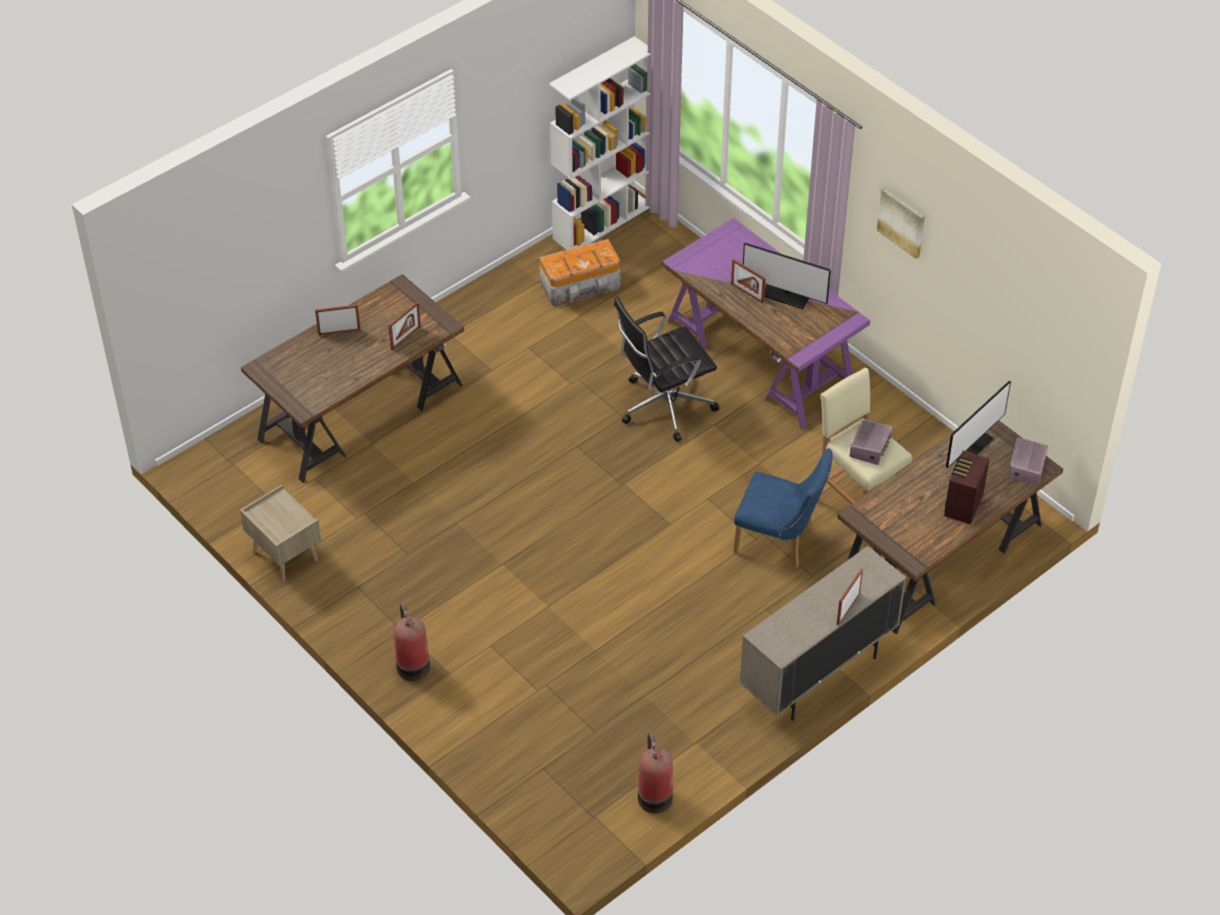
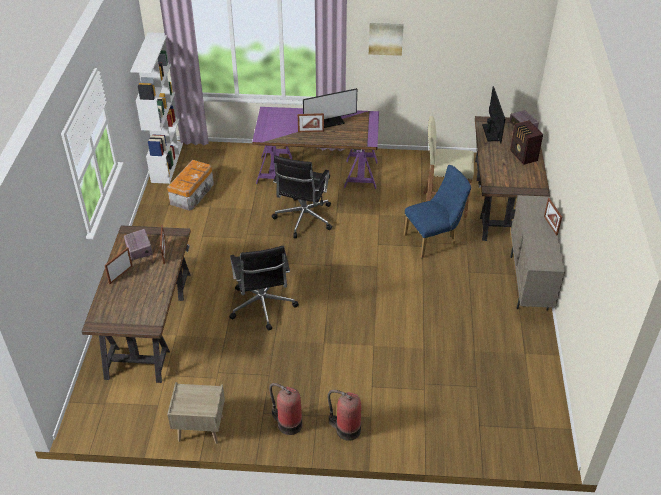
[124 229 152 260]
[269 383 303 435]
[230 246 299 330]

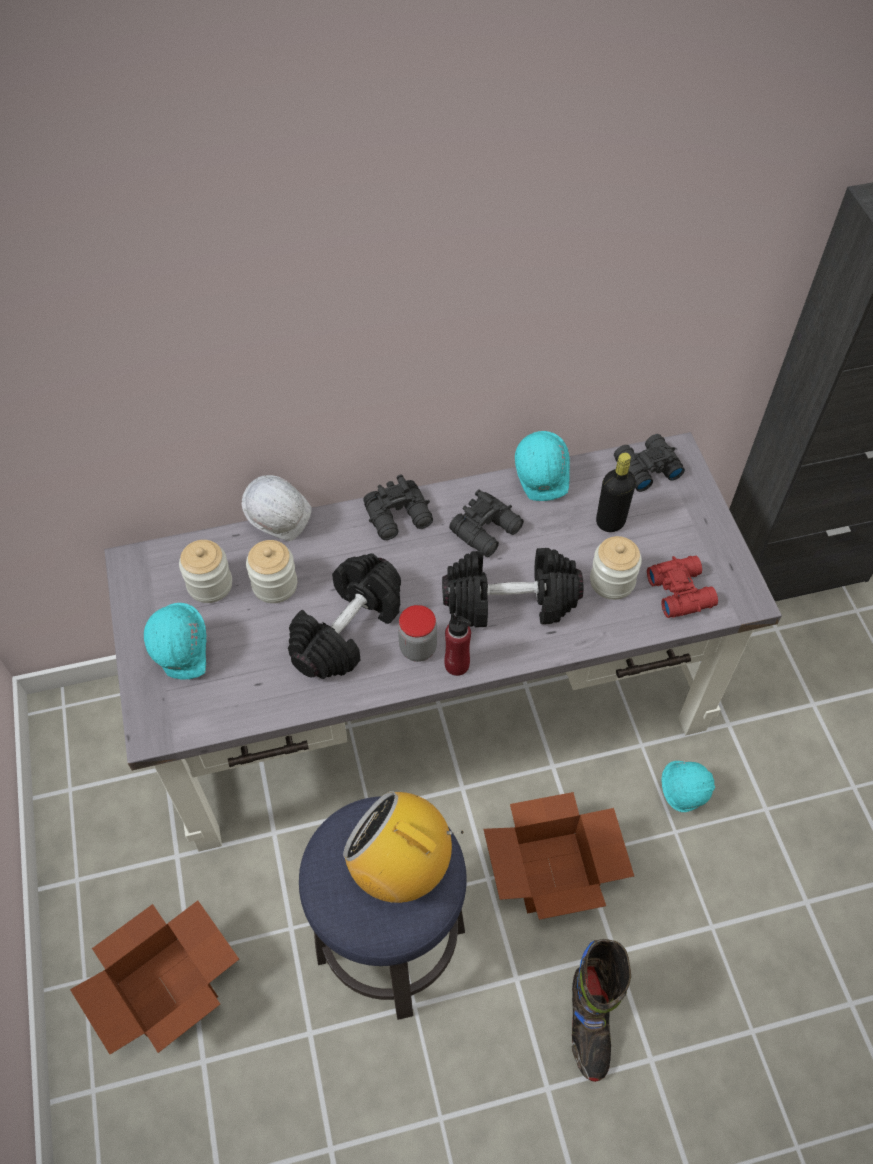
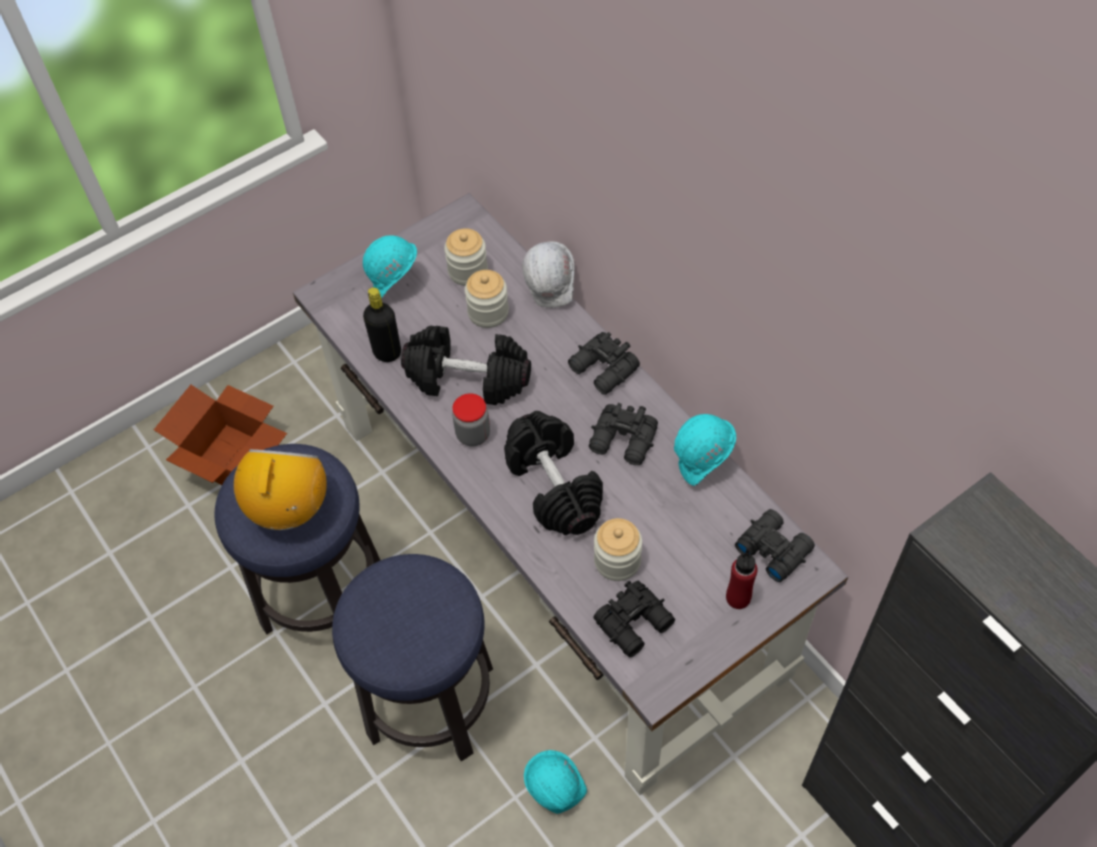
[363 287 401 362]
[593 581 675 657]
[726 548 758 609]
[332 554 493 761]
[572 939 631 1082] (first image)

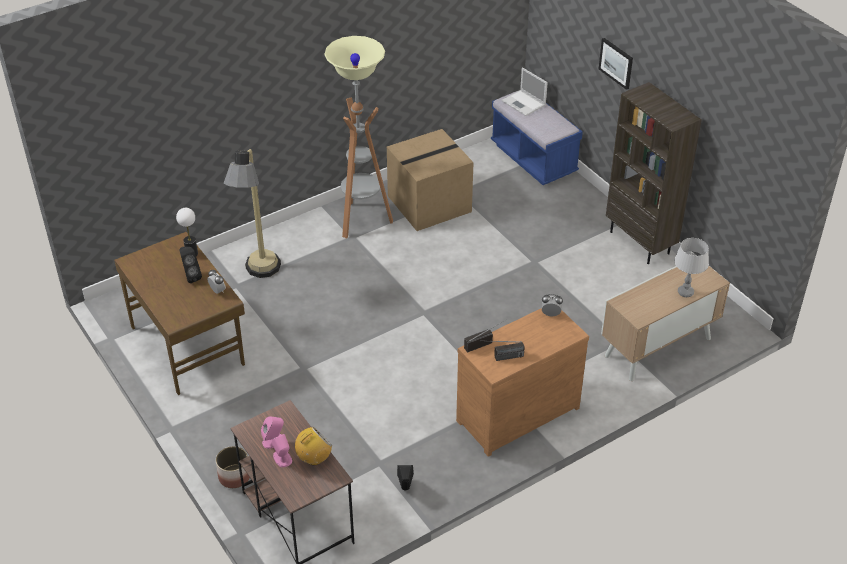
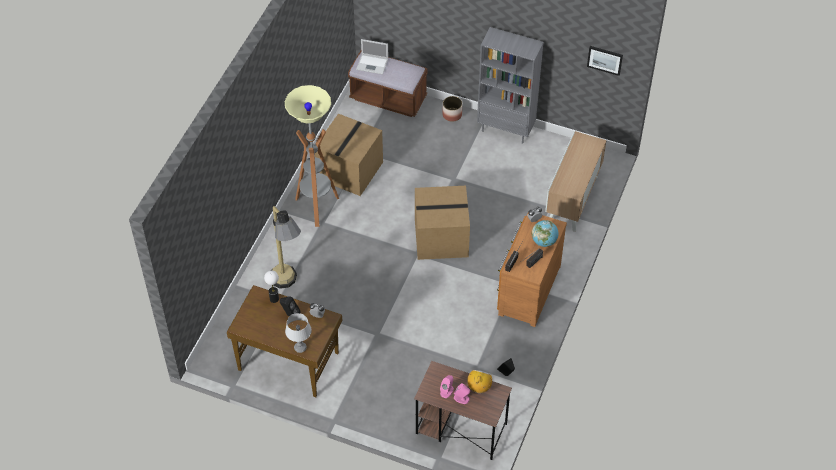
[587 46 623 76]
[477 27 544 144]
[348 50 428 117]
[285 313 312 353]
[442 96 462 122]
[415 186 470 260]
[532 220 559 247]

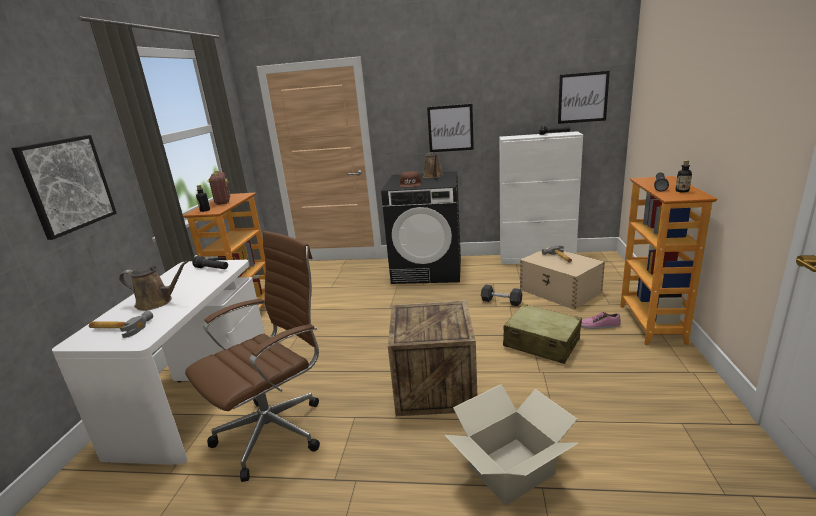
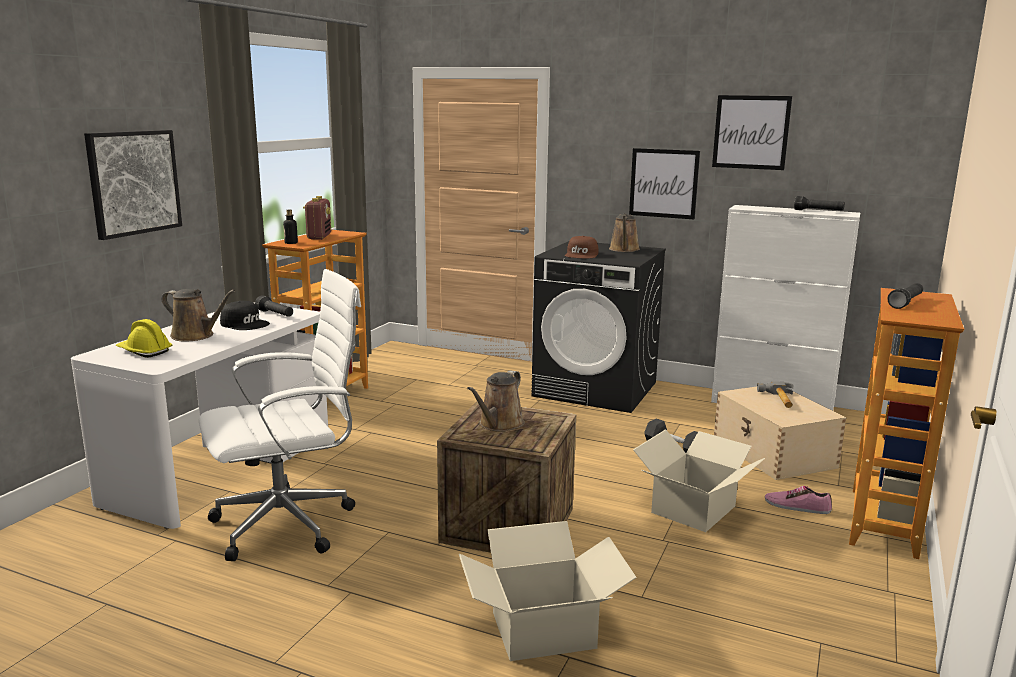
[712 95 792 170]
[676 160 692 193] (first image)
[199 269 361 561]
[633 430 765 532]
[116 319 173 358]
[220 301 270 330]
[467 370 525 432]

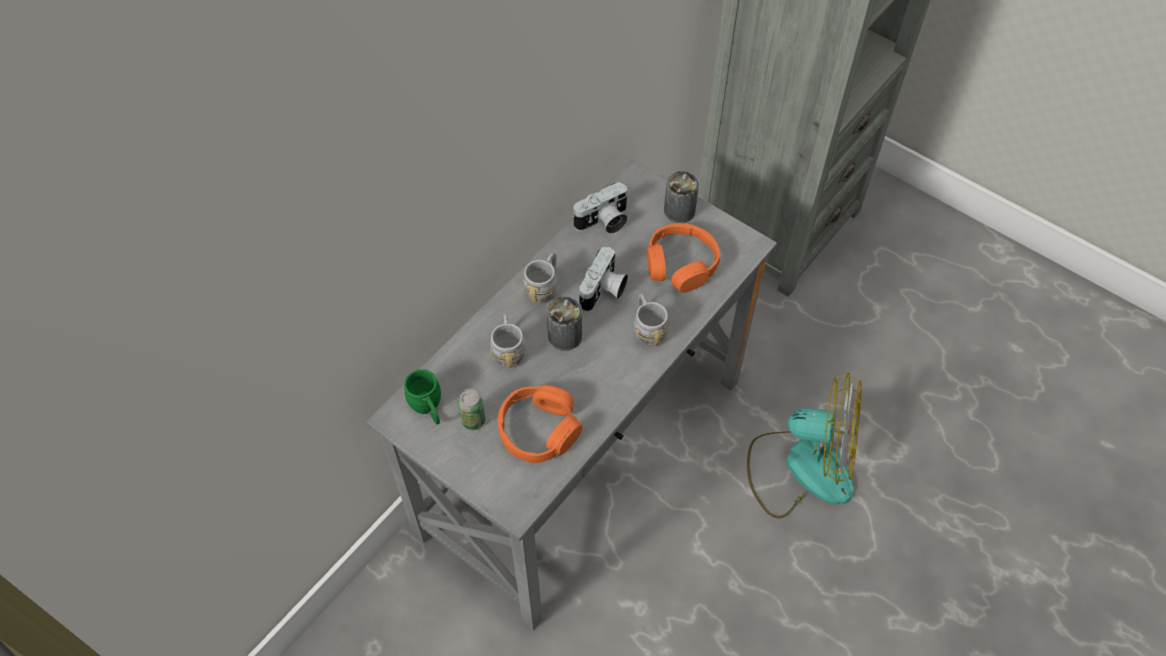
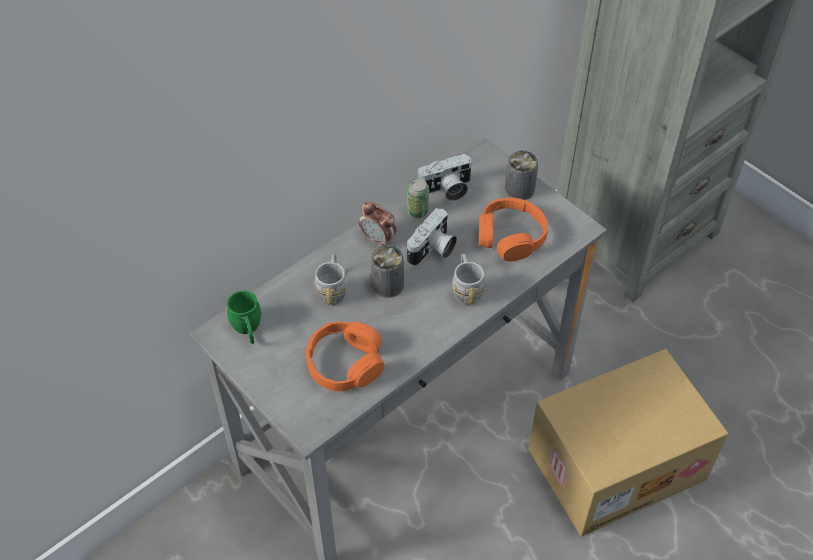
[359 202 397 246]
[528 349 728 537]
[407 178 429 218]

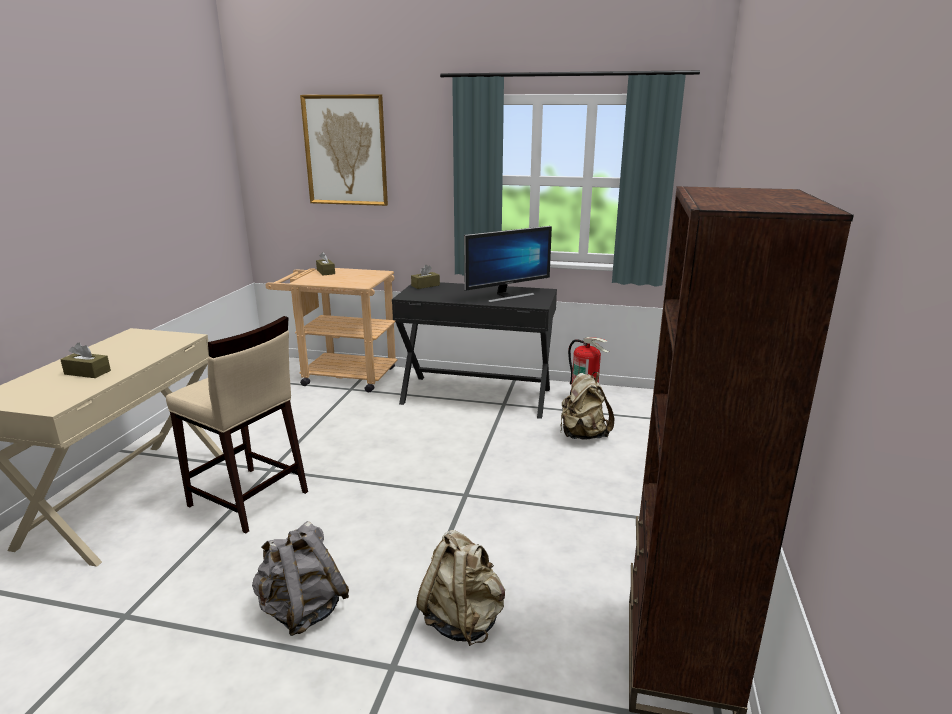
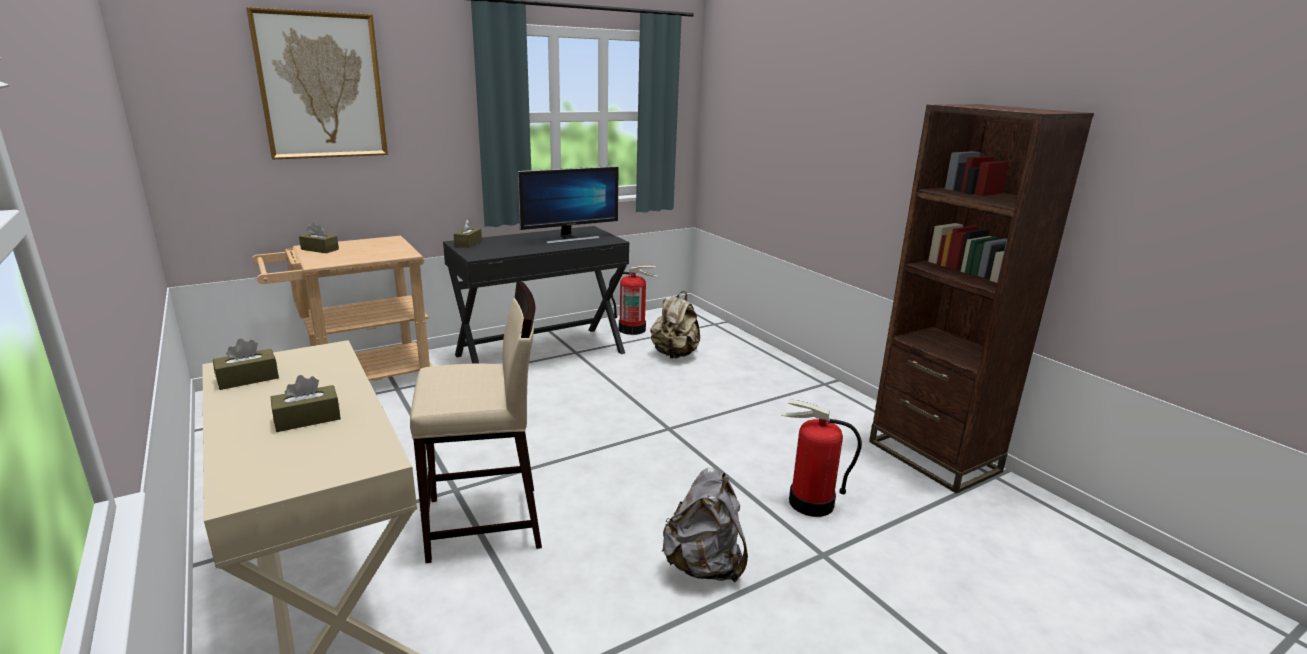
[517 166 619 244]
[781 399 862 517]
[213 339 279 390]

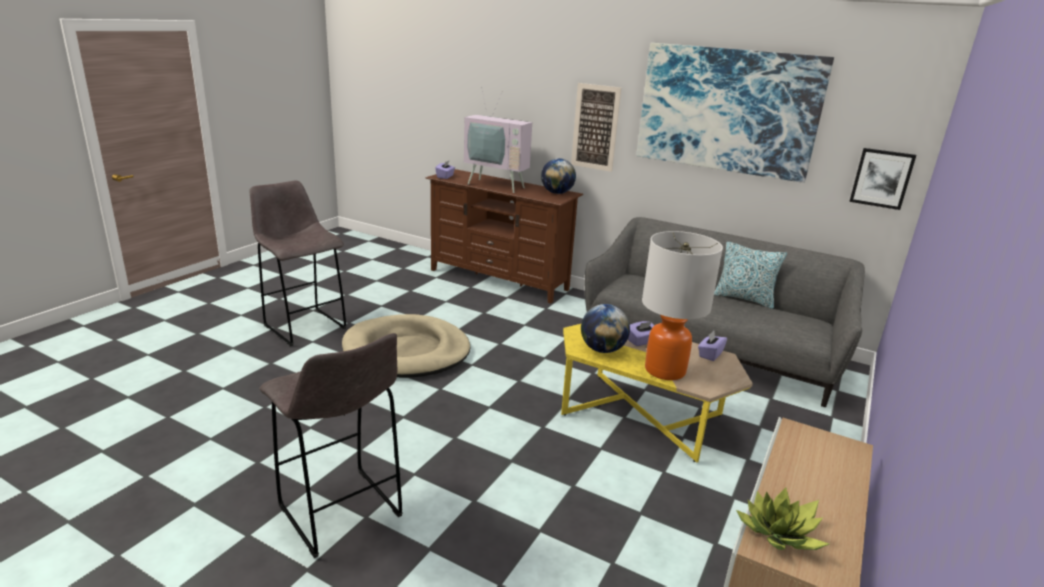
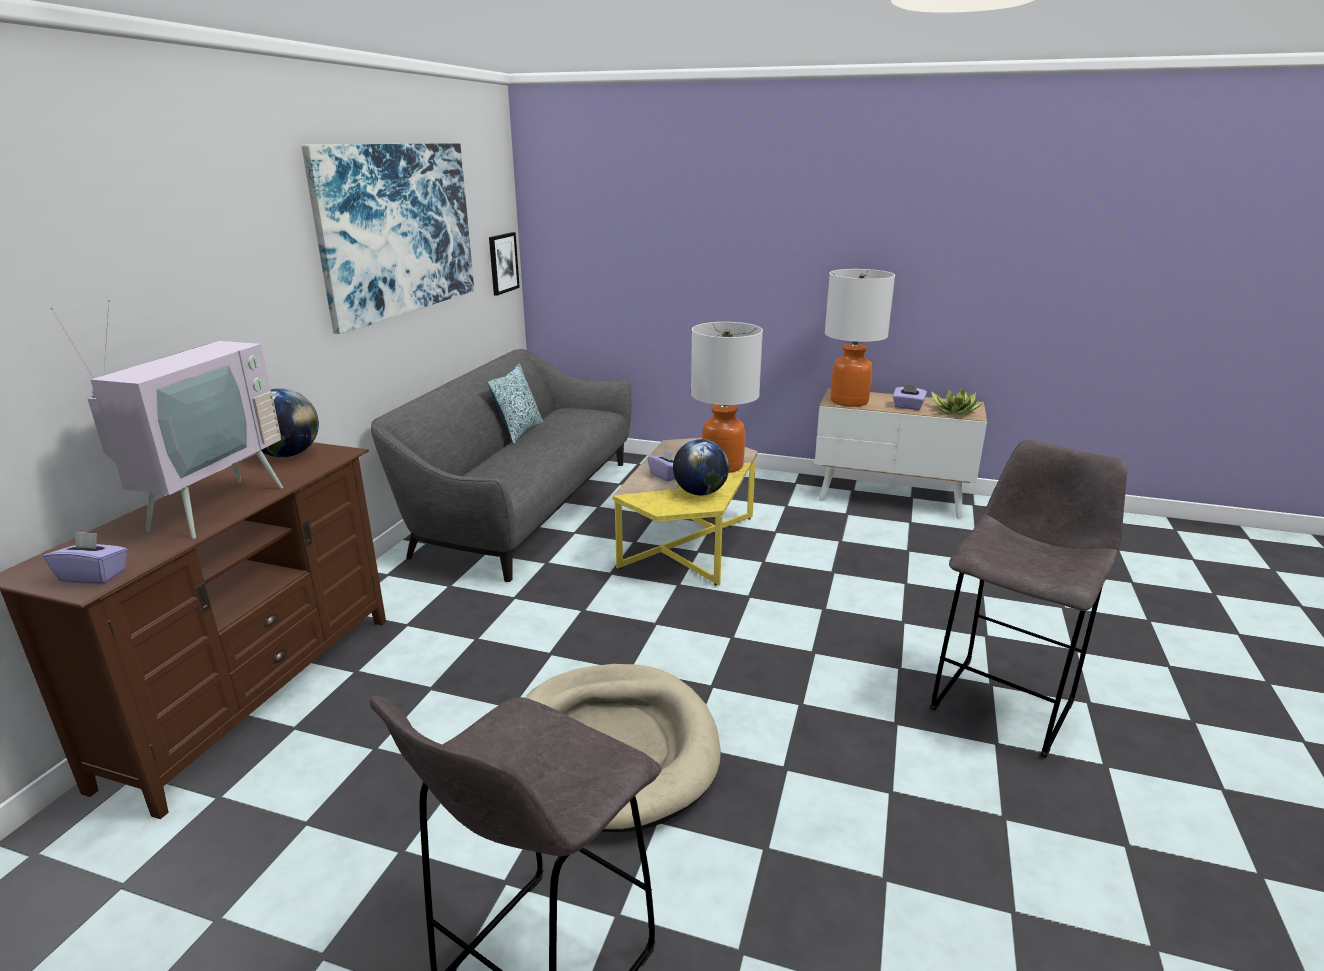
[571 83 621 172] (first image)
[893 384 927 410]
[825 269 895 407]

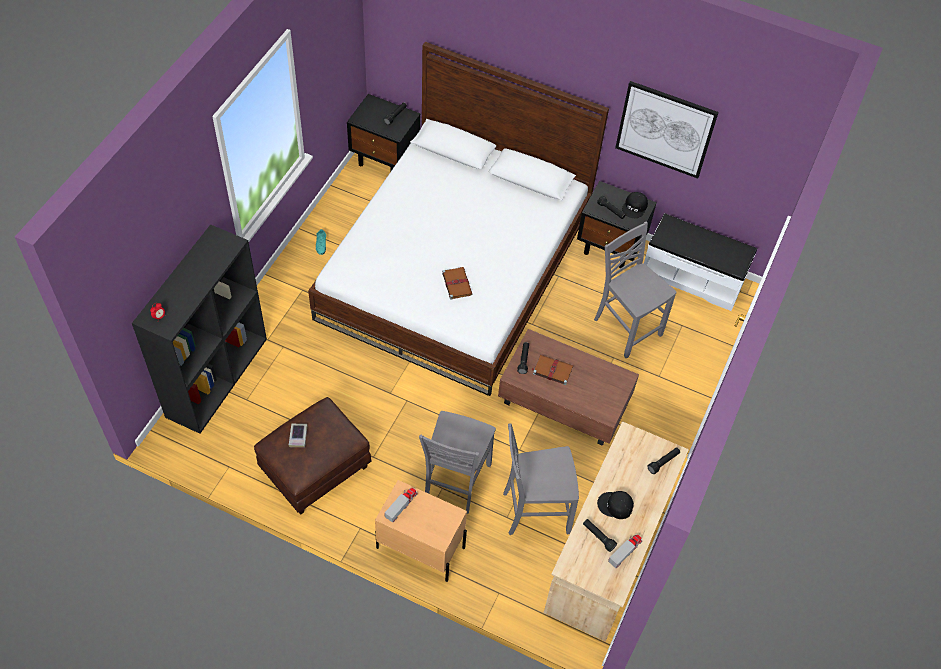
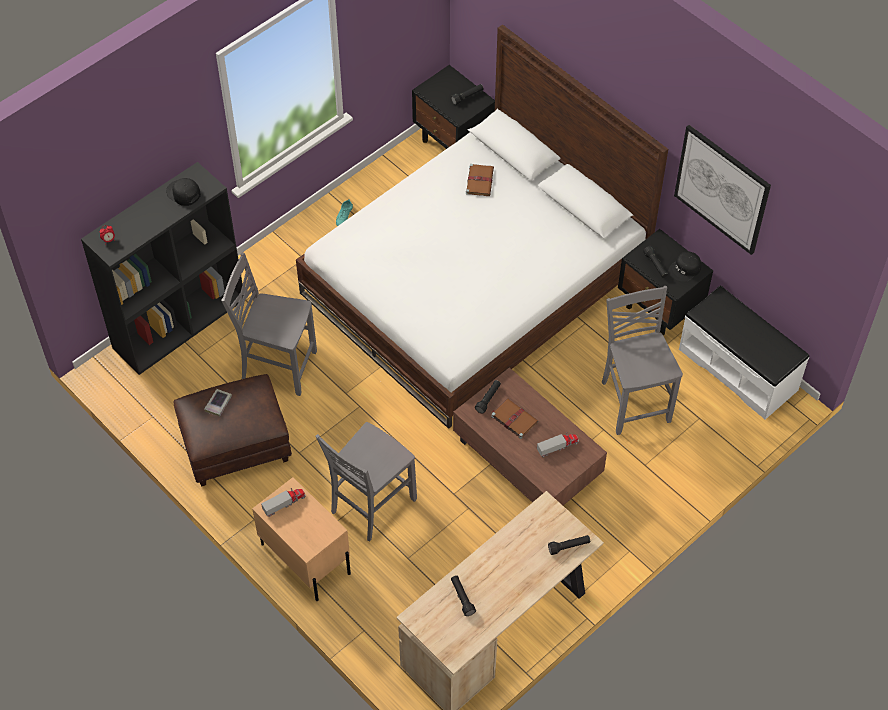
[466 164 494 196]
[222 252 317 396]
[166 178 201 206]
[537 432 579 457]

